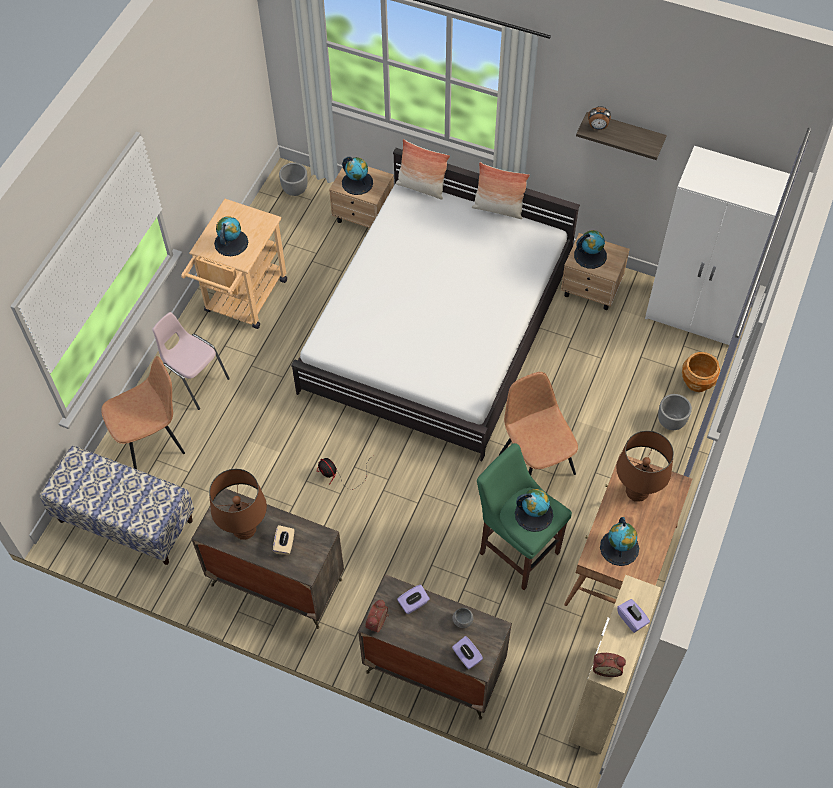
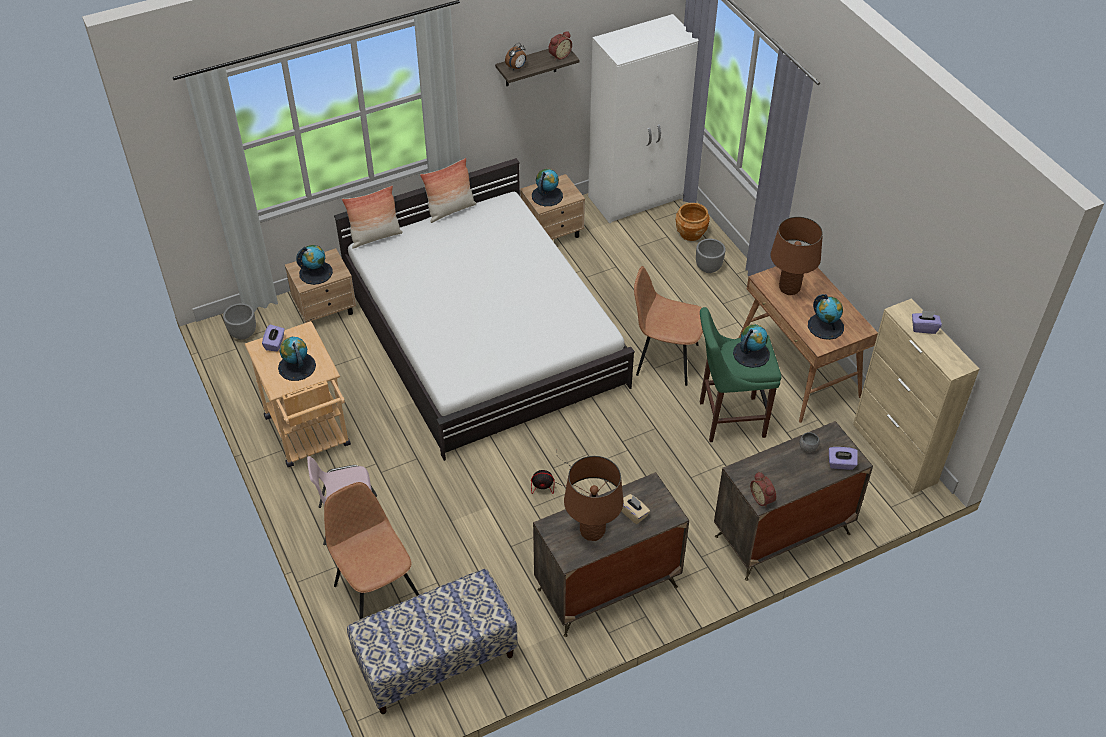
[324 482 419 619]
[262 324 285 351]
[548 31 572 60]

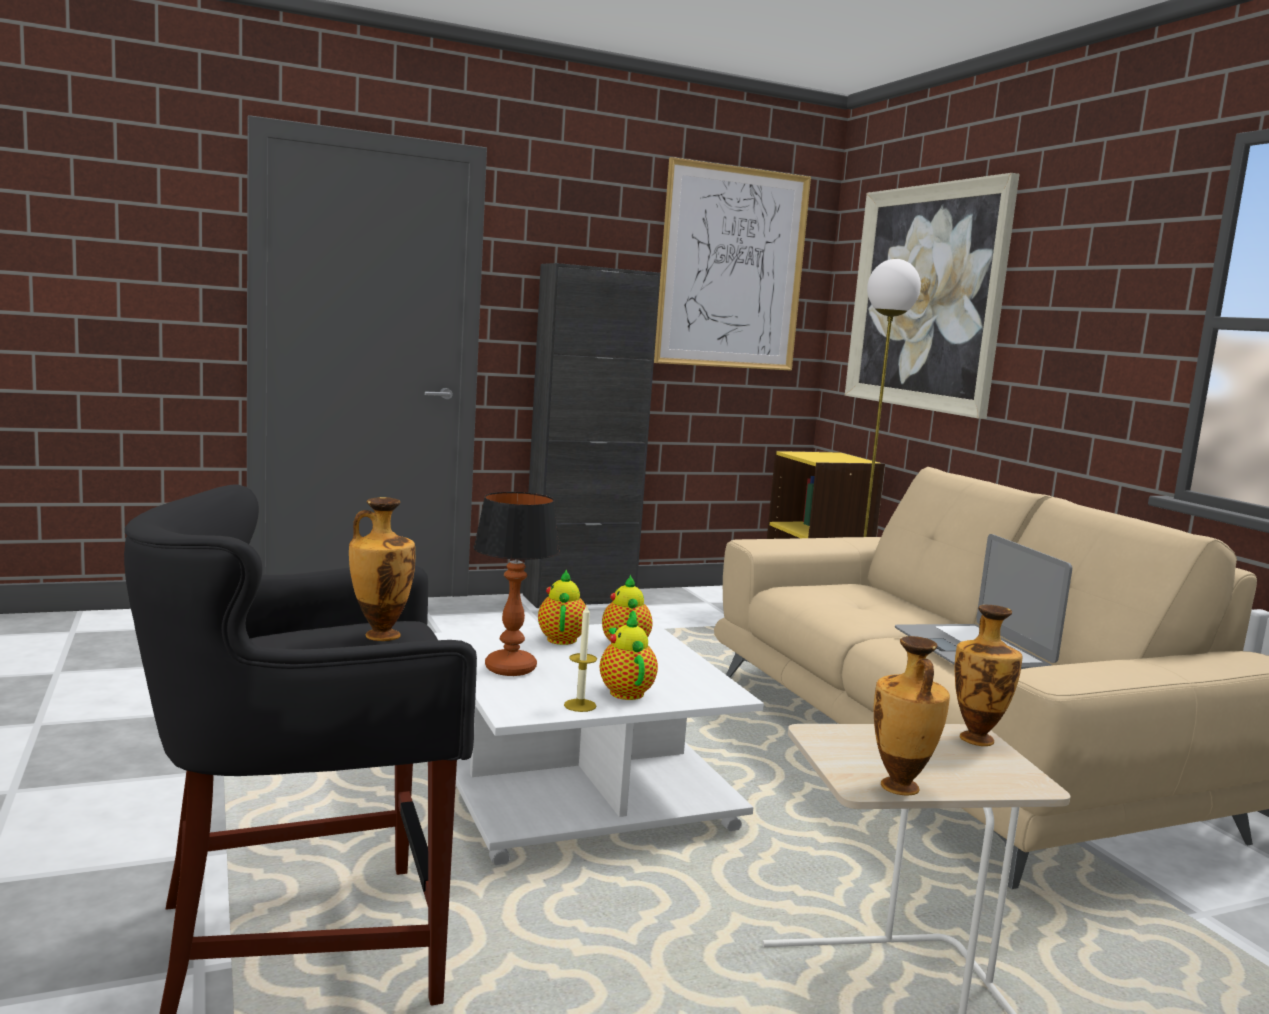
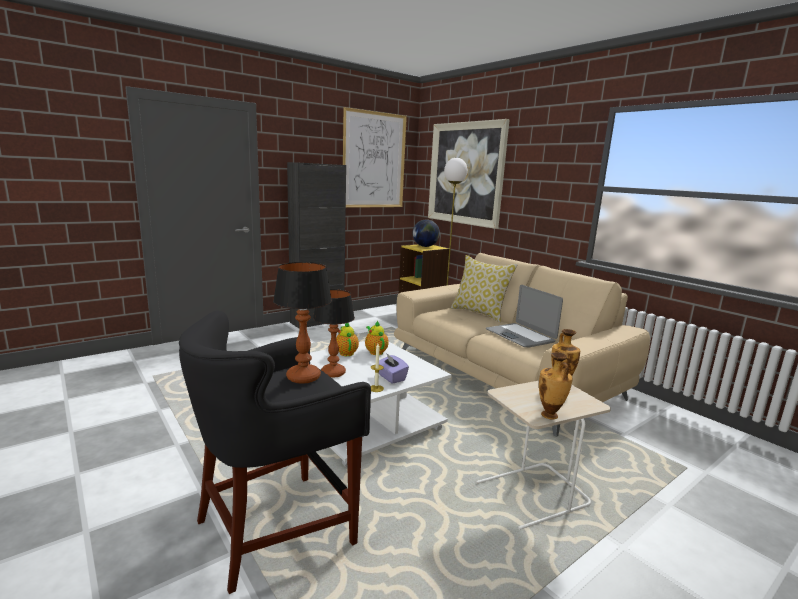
[273 262 332 384]
[379 353 409 384]
[413 219 440 247]
[451 255 518 322]

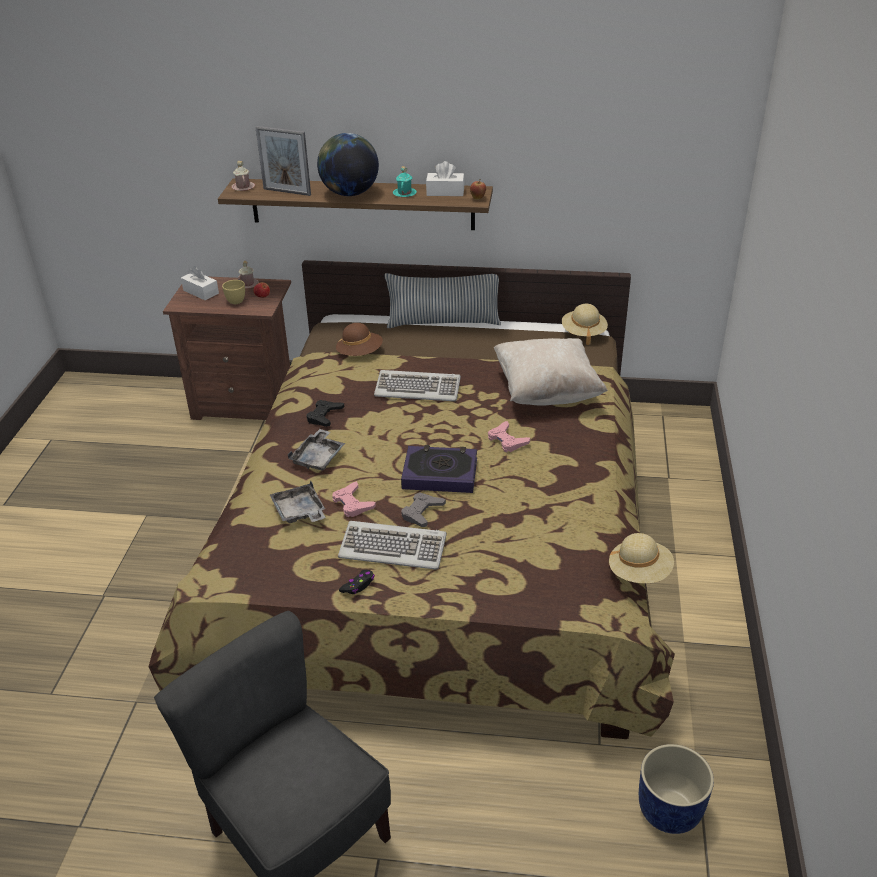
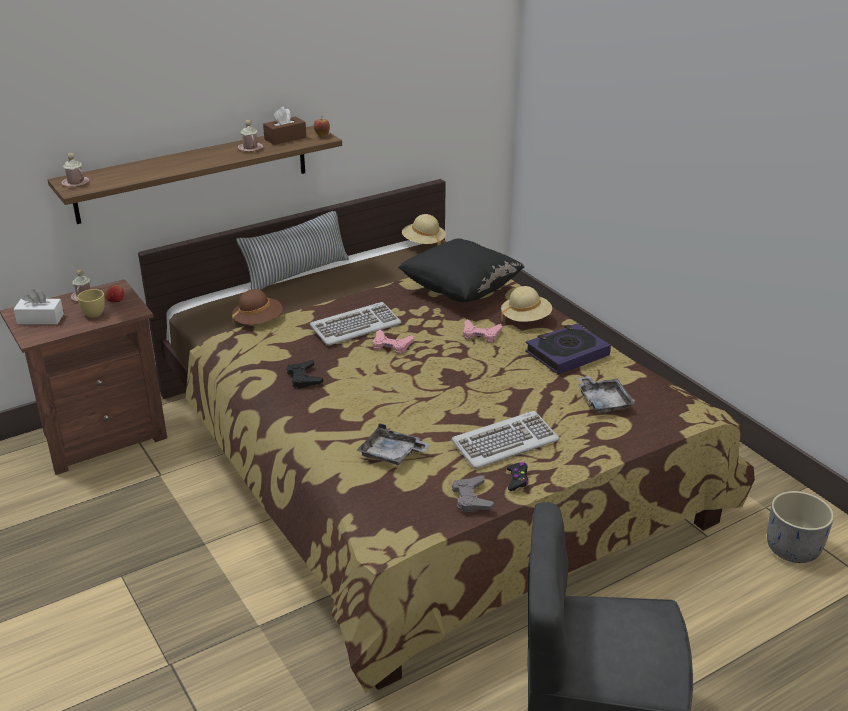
[255 126 311 196] (first image)
[317 133 379 196] (first image)
[263 107 306 145]
[238 120 263 152]
[398 238 525 302]
[577 376 635 414]
[525 323 611 375]
[373 330 414 354]
[452 476 494 512]
[501 286 552 322]
[767 491 834 563]

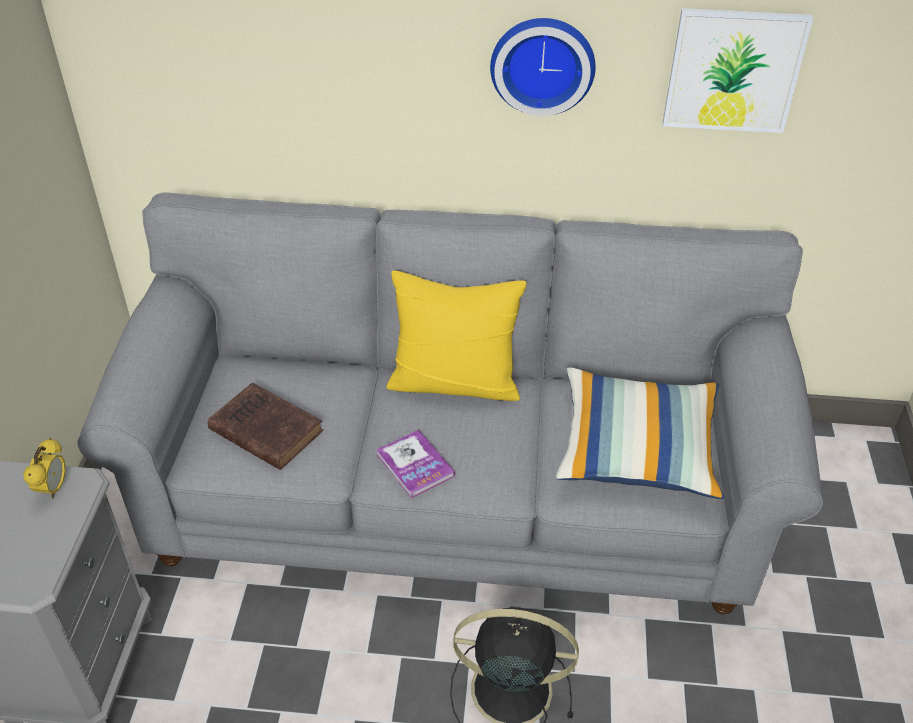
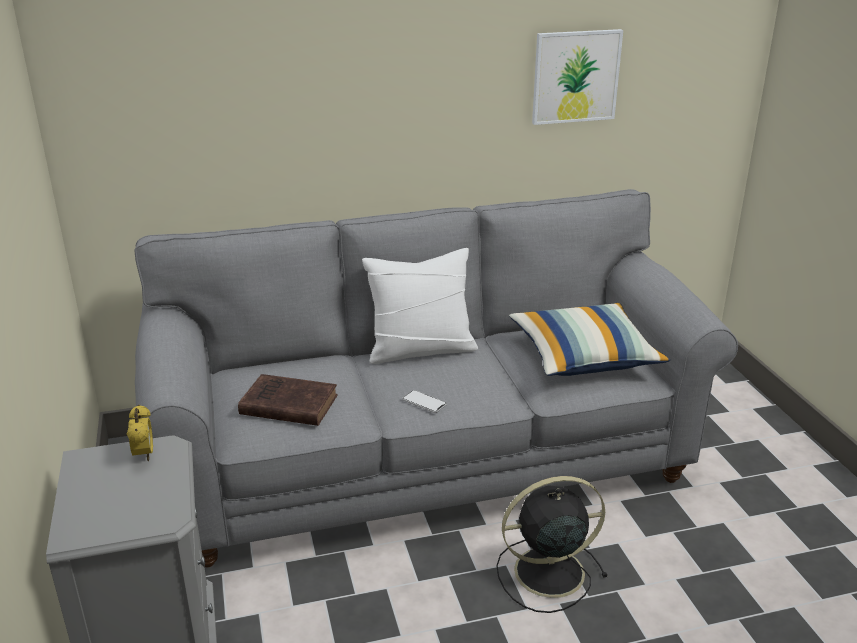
[490 18 596 116] (first image)
[362 248 478 364]
[402 390 447 413]

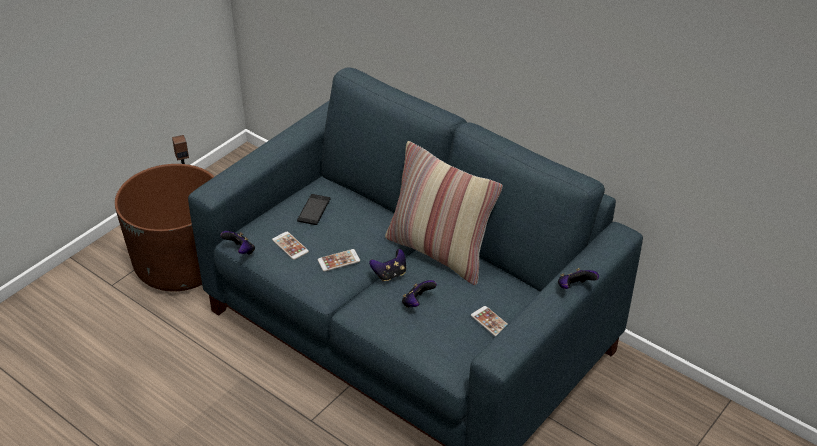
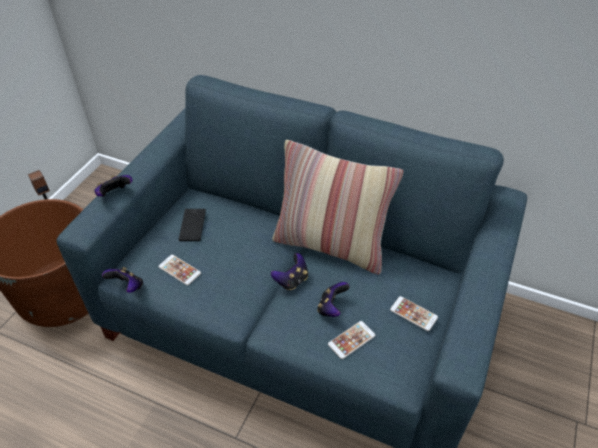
[328 321 375 359]
[94 175 133 197]

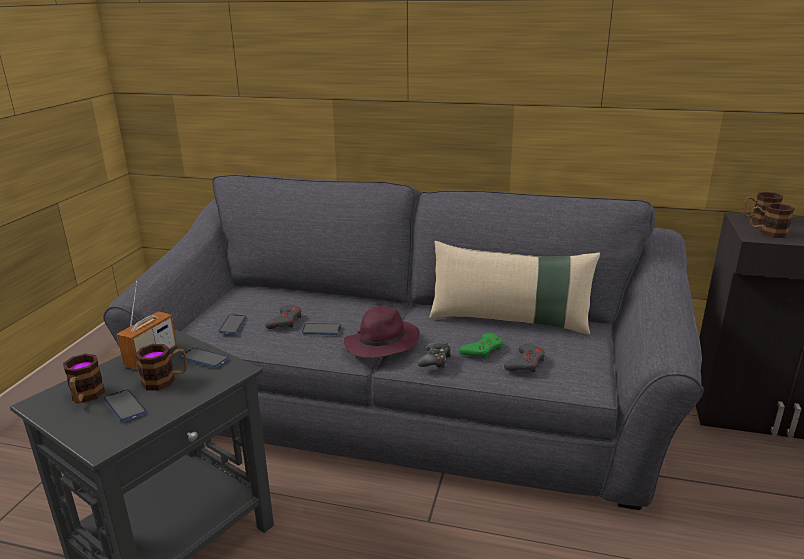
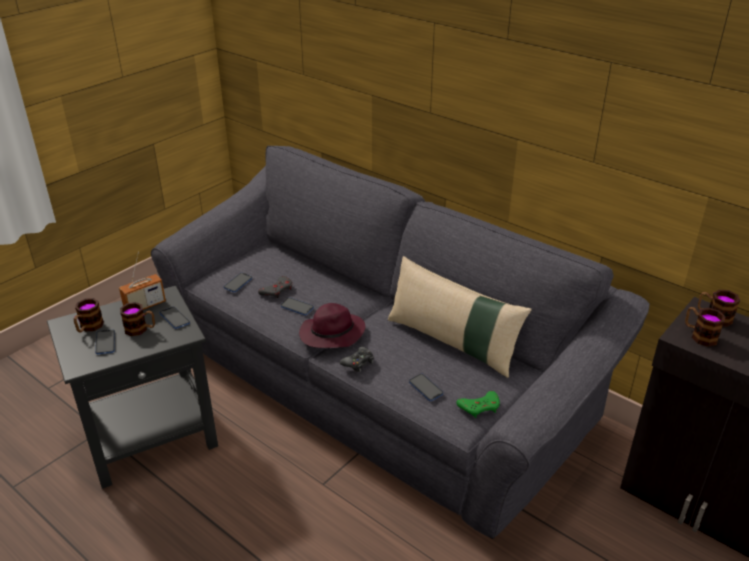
[456 391 500 418]
[409 374 443 401]

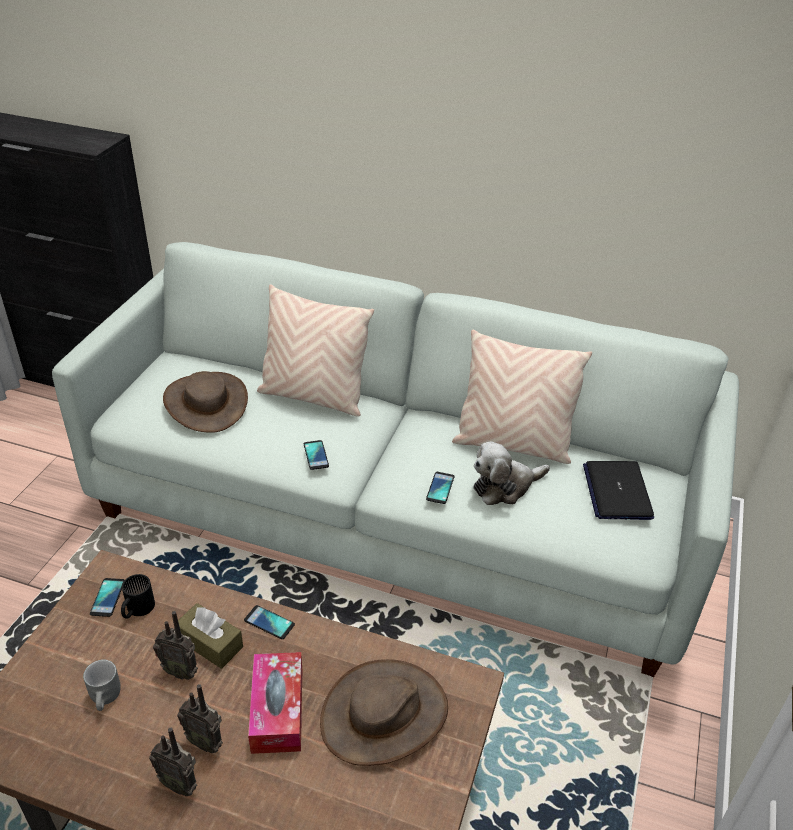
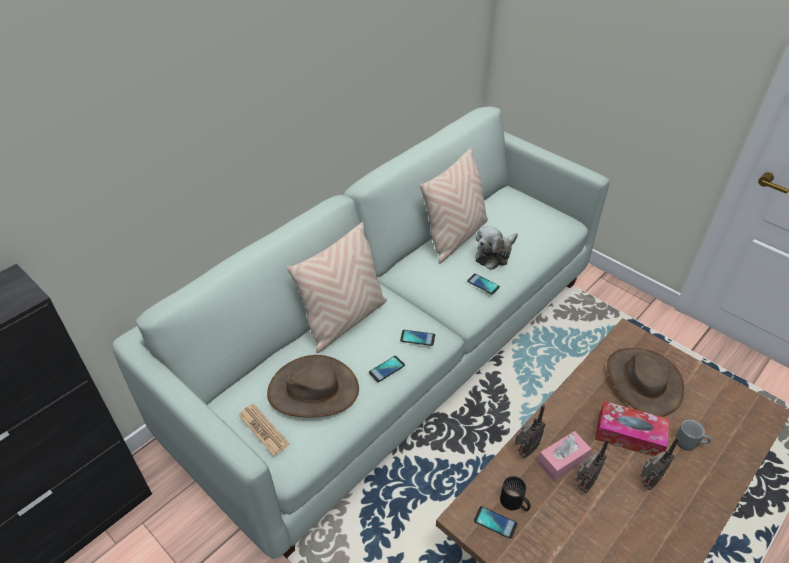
[475 226 518 270]
[583 461 654 520] (first image)
[537 431 592 481]
[369 356 405 382]
[675 419 711 451]
[515 405 546 458]
[238 404 289 456]

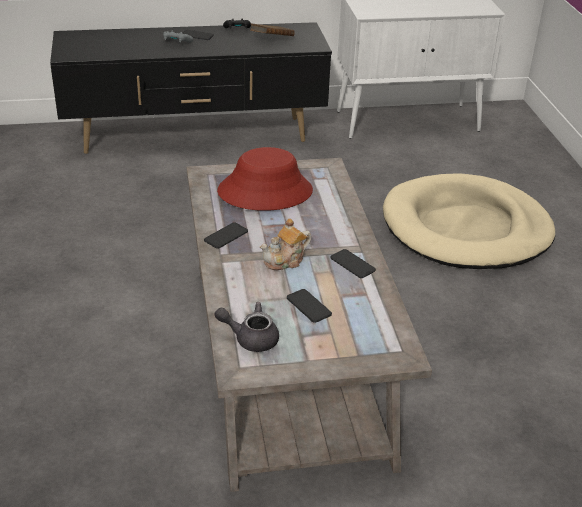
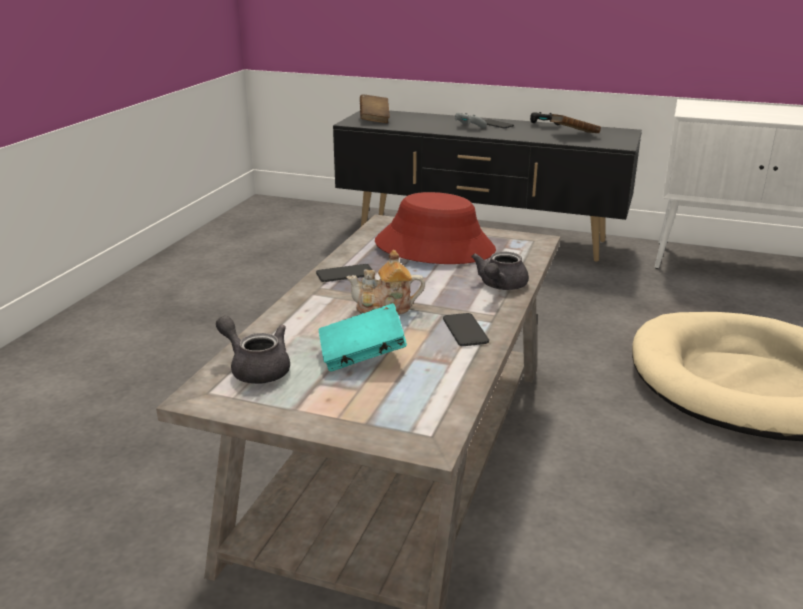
[319 303 407 372]
[360 94 390 123]
[471 252 529 290]

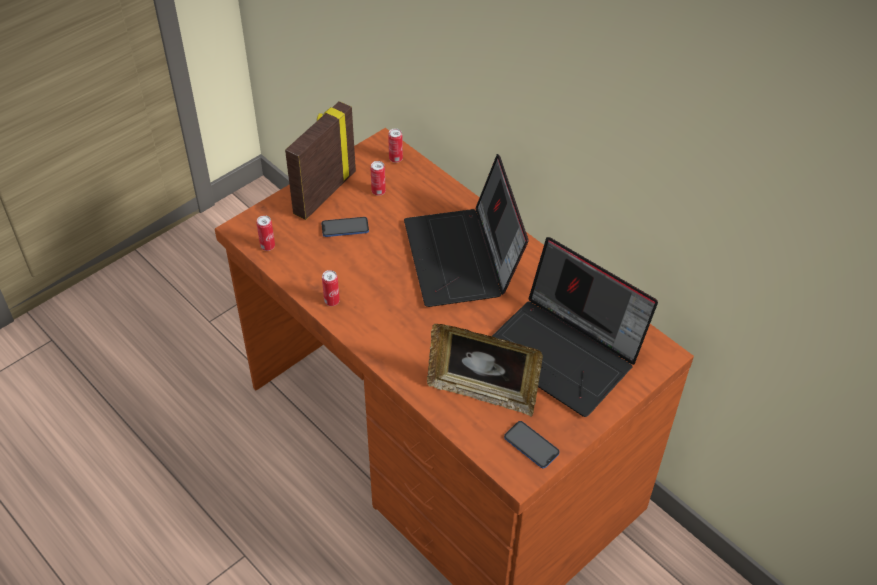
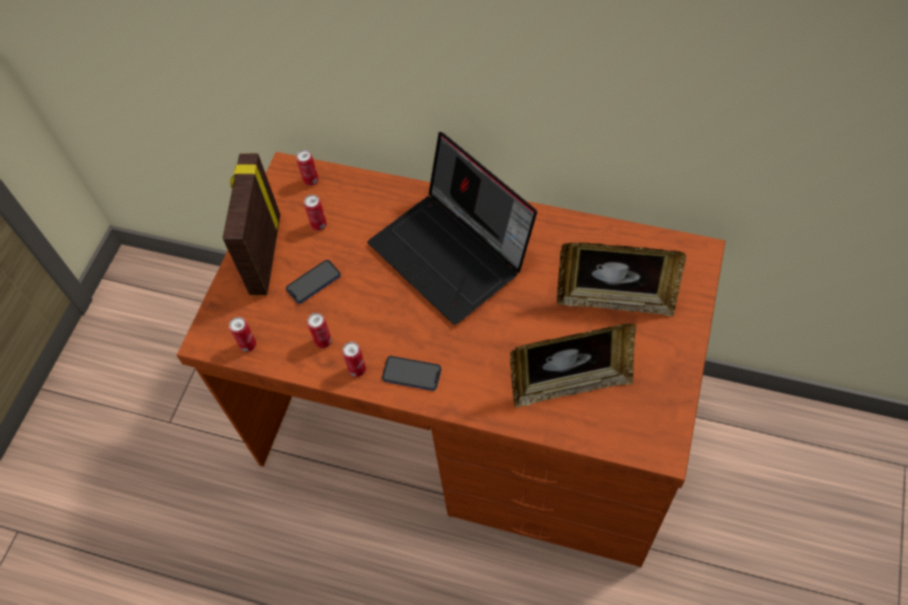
[557 243 686 317]
[382 356 442 391]
[307 313 332 348]

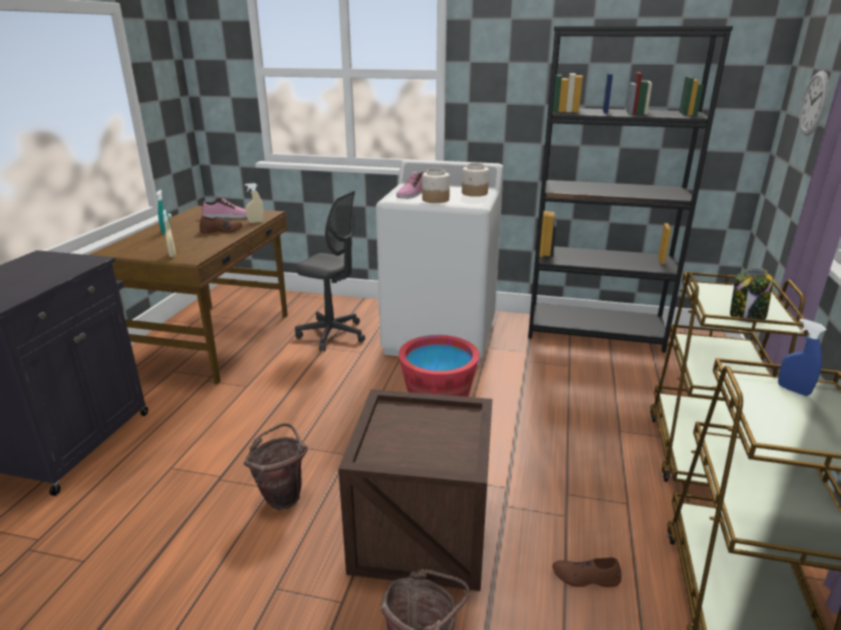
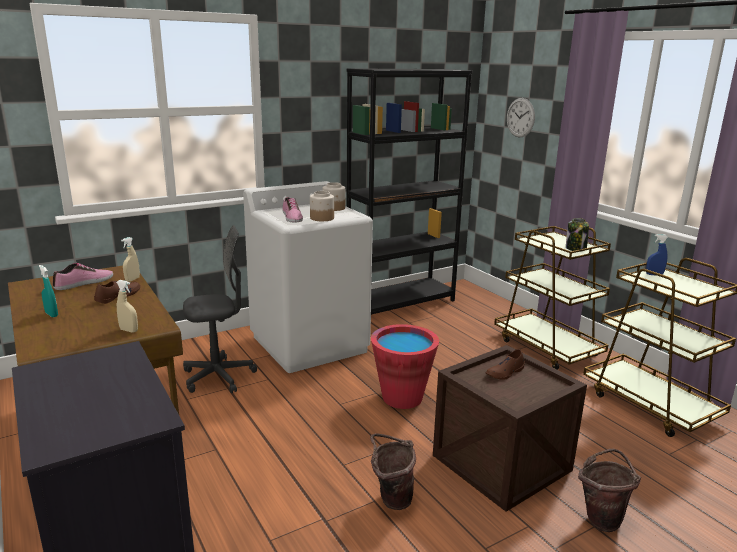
[486 349 525 380]

